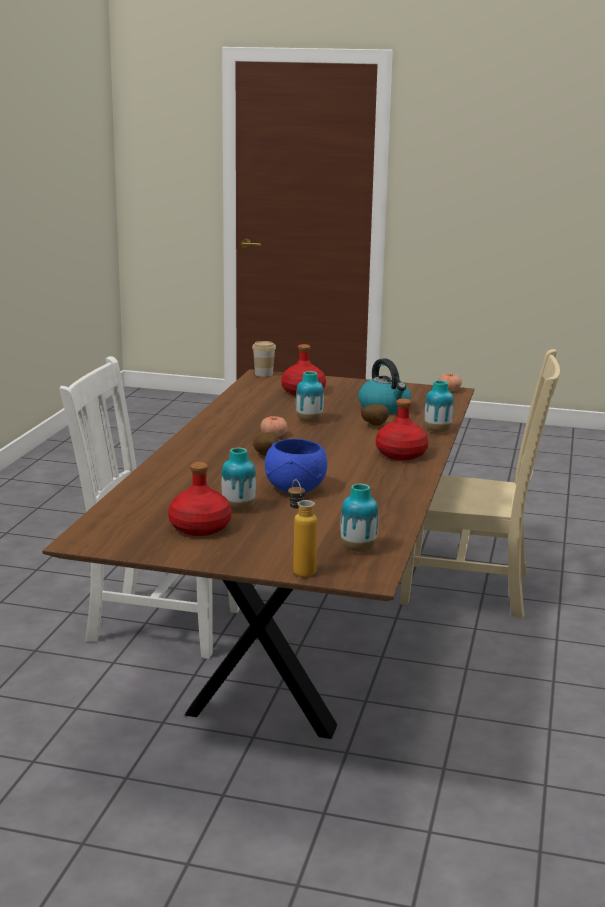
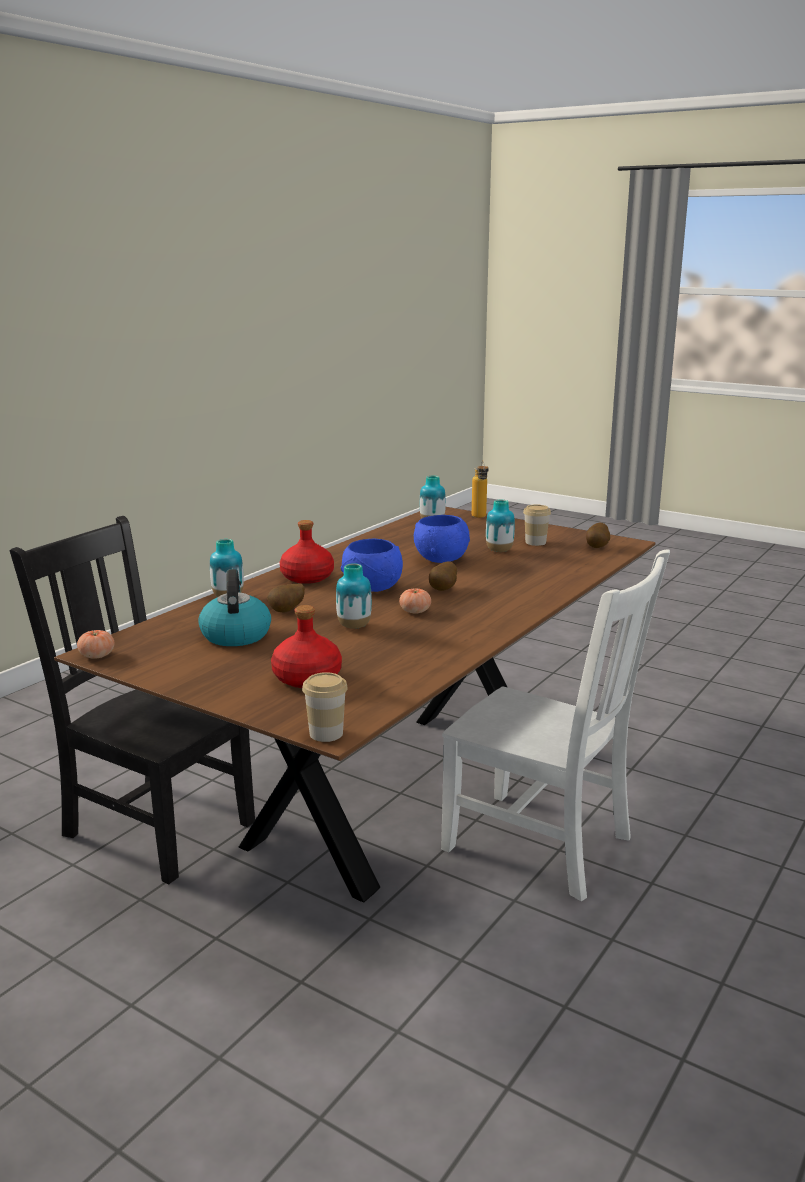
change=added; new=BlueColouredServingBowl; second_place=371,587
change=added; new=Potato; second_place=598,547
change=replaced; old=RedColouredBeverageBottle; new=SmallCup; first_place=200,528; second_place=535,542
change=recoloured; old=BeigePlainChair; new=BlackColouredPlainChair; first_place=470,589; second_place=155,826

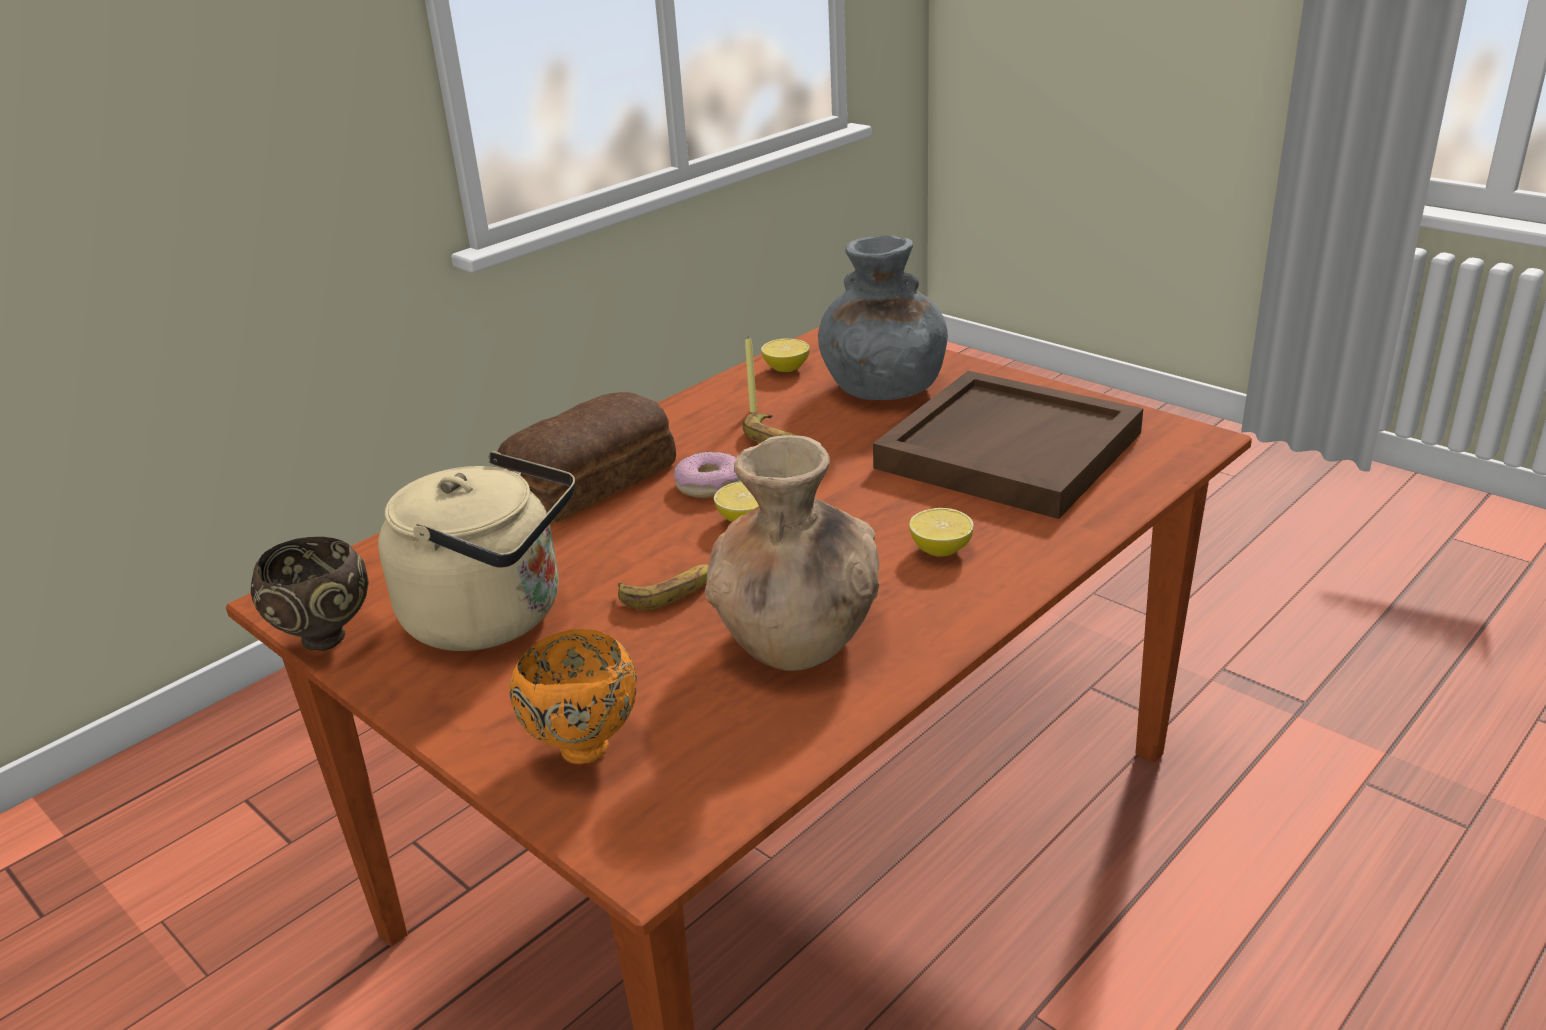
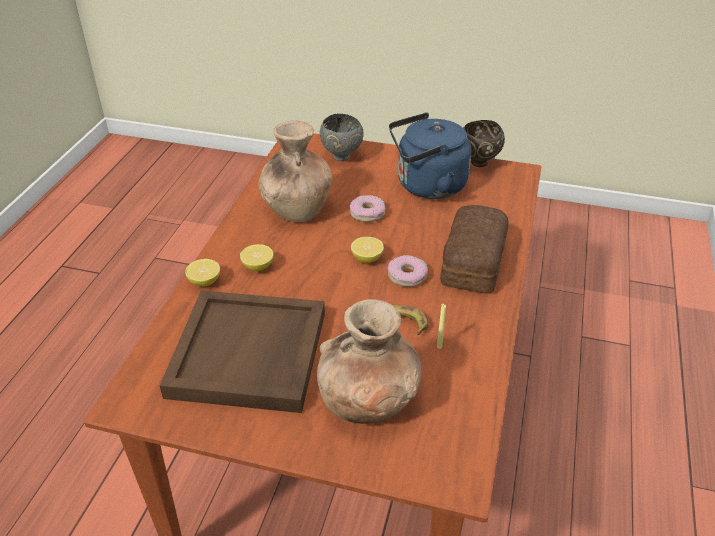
change=moved; old=WholeLemon; first_place=786,369; second_place=205,282
change=replaced; old=WholeBanana; new=Donut; first_place=669,592; second_place=367,213
change=recoloured; old=BeigeTeaKettle; new=BlueColouredTeaKettle; first_place=495,616; second_place=427,186
change=recoloured; old=OrangeServingBowl; new=GreyishServingBowl; first_place=584,746; second_place=342,157
change=recoloured; old=GreyishVase; new=BrownishVase; first_place=882,388; second_place=369,401

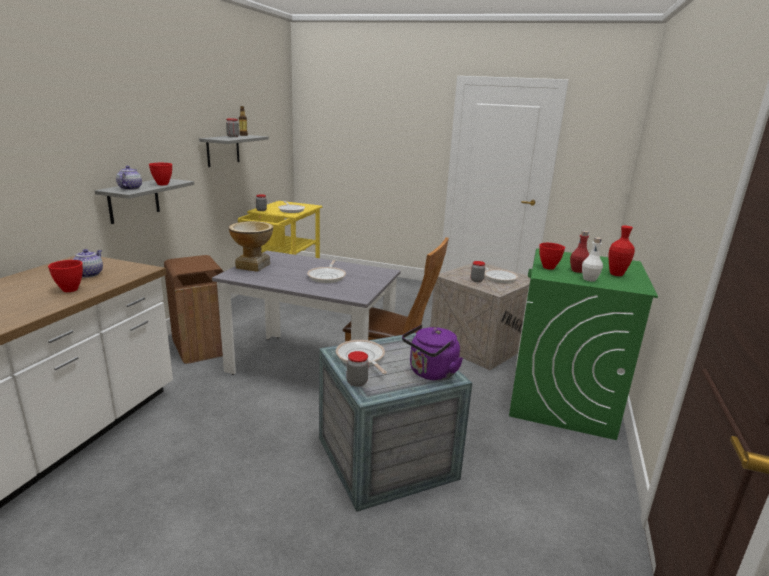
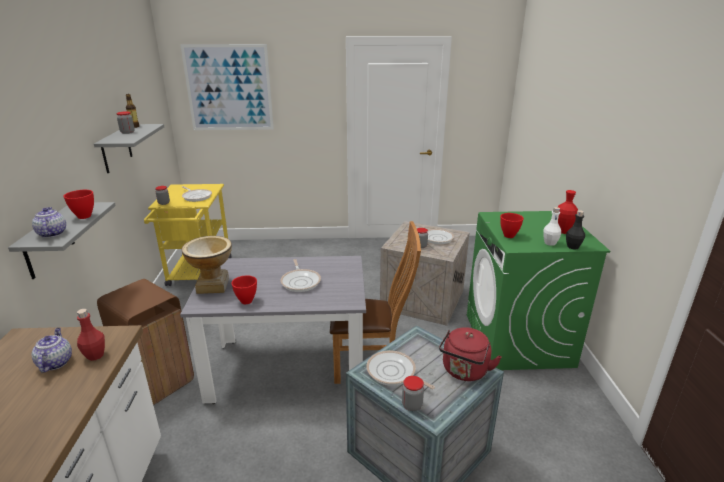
change=added; new=WallArt; second_place=229,88
change=added; new=BlackColouredBeverageBottle; second_place=572,247
change=moved; old=RedColouredServingBowl; first_place=69,290; second_place=246,301
change=moved; old=RedColouredBeverageBottle; first_place=577,270; second_place=95,355
change=recoloured; old=PurpleTeaKettle; new=RedColouredTeaKettle; first_place=431,373; second_place=464,372

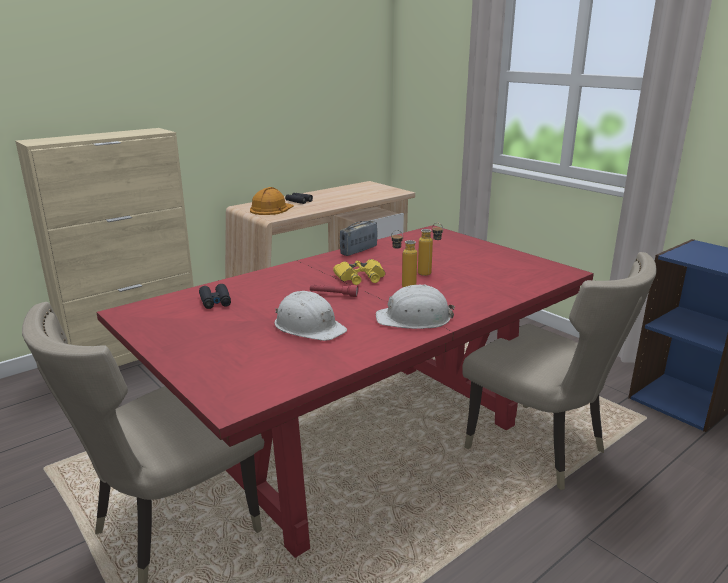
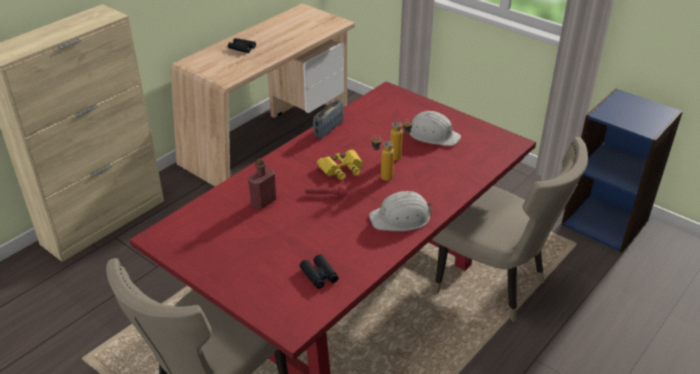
change=removed; old=OrangeWorkHelmet; first_place=271,209
change=added; new=RedColouredBeverageBottle; second_place=263,202
change=moved; old=BlackColouredBinoculars; first_place=215,301; second_place=319,275
change=moved; old=WhiteColouredWorkHelmet; first_place=309,326; second_place=433,135

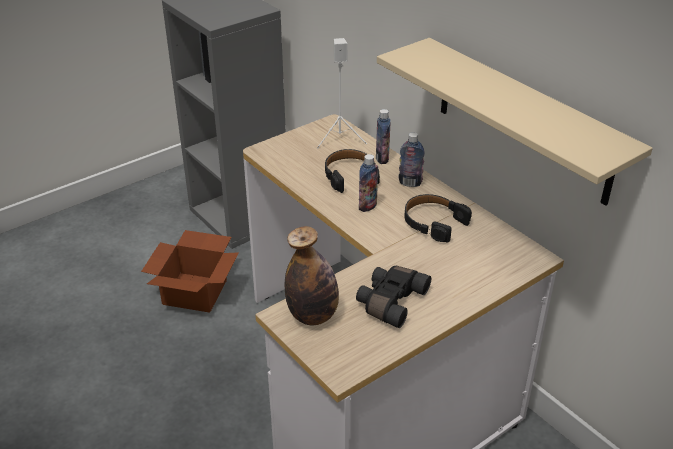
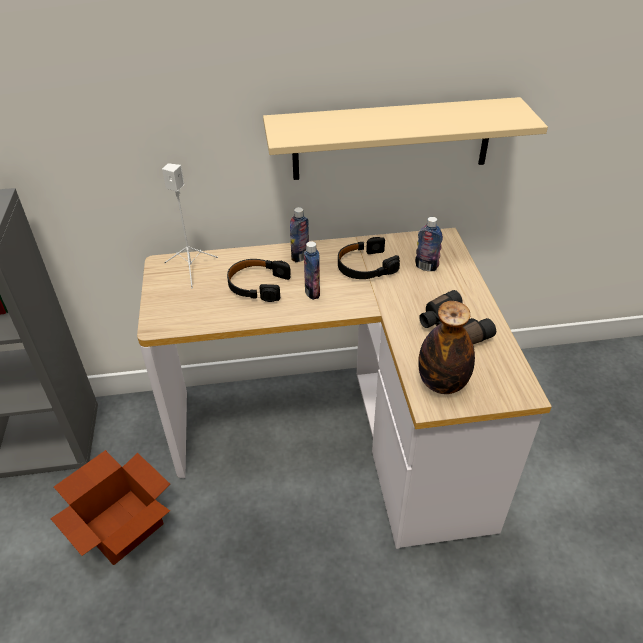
change=moved; old=BeverageBottle; first_place=382,158; second_place=426,267

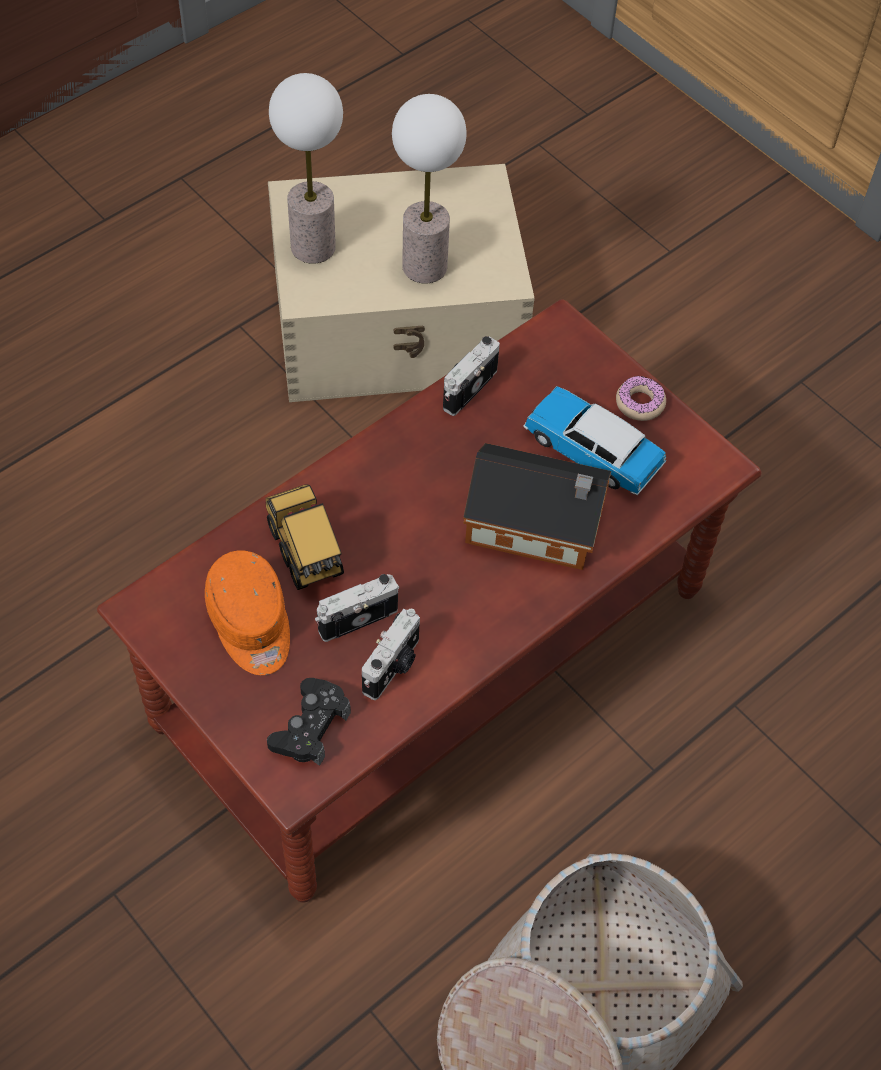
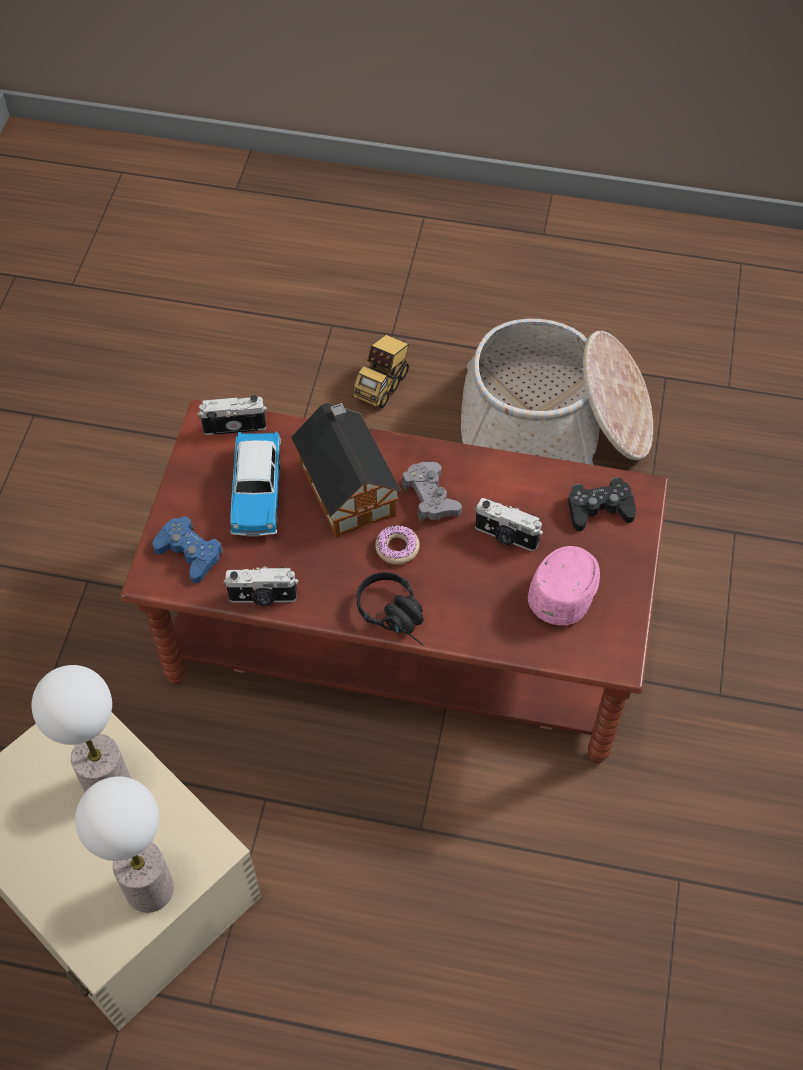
change=added; new=BlueColouredGameController; second_place=189,553
change=added; new=BlackColouredPairOfHeadphones; second_place=397,617
change=added; new=GreyishGameController; second_place=431,497
change=moved; old=ToyTruck; first_place=306,553; second_place=382,384
change=moved; old=StillCamera; first_place=393,666; second_place=234,425
change=moved; old=Donut; first_place=640,403; second_place=397,548
change=recoloured; old=OrangePeakedCap; new=PinkishPeakedCap; first_place=251,624; second_place=566,589

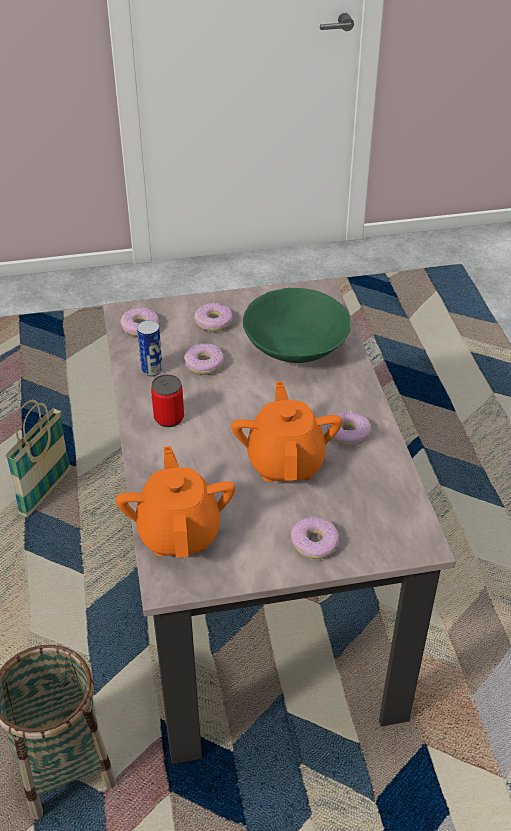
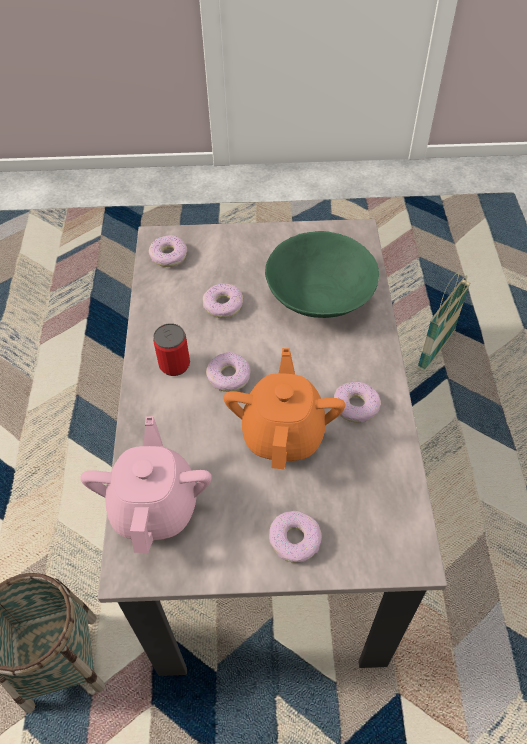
change=removed; old=SealedCan; first_place=152,370
change=moved; old=StorageBasket; first_place=46,492; second_place=435,350
change=moved; old=Donut; first_place=213,322; second_place=228,377
change=recoloured; old=OrangePotForTea; new=PinkishPotForTea; first_place=179,532; second_place=155,506

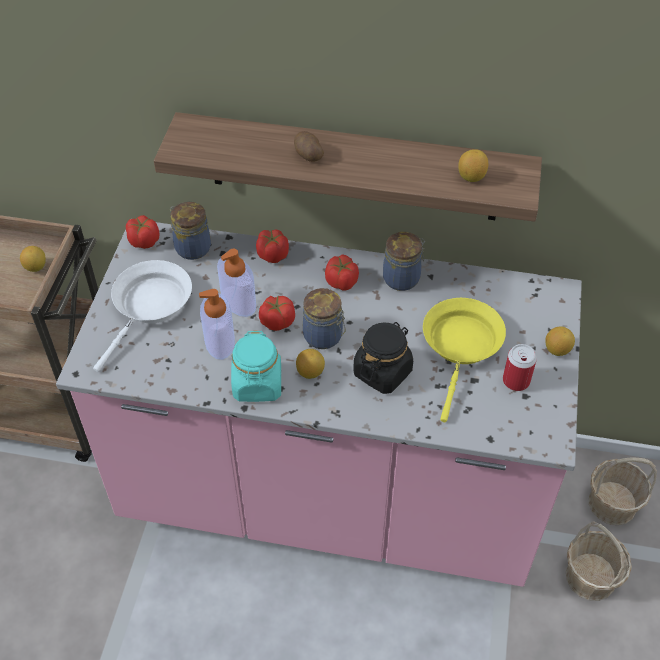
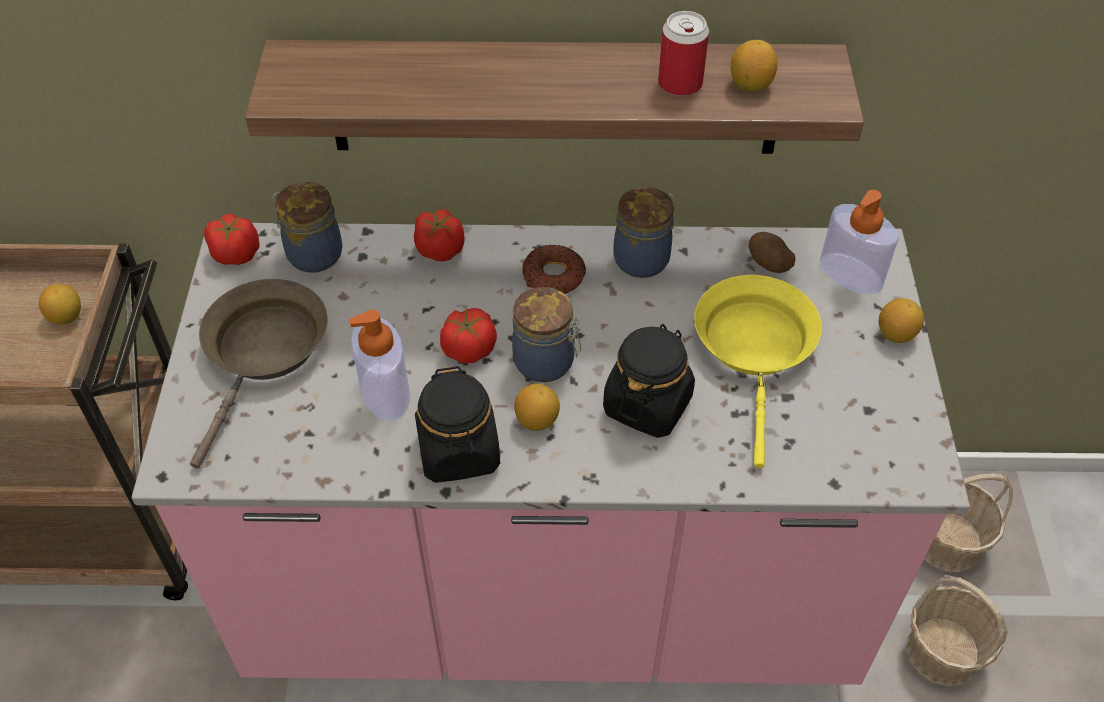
change=moved; old=LiquidSoapBottle; first_place=238,301; second_place=851,273
change=moved; old=Potato; first_place=308,155; second_place=768,263
change=moved; old=SealedCan; first_place=516,381; second_place=680,84
change=replaced; old=WholeTomato; new=Donut; first_place=341,282; second_place=553,276
change=recoloured; old=WhiteColouredFryingPan; new=BrownishFryingPan; first_place=150,306; second_place=264,353
change=recoloured; old=TurquoiseColouredPreserveJar; new=BlackColouredPreserveJar; first_place=257,384; second_place=459,451

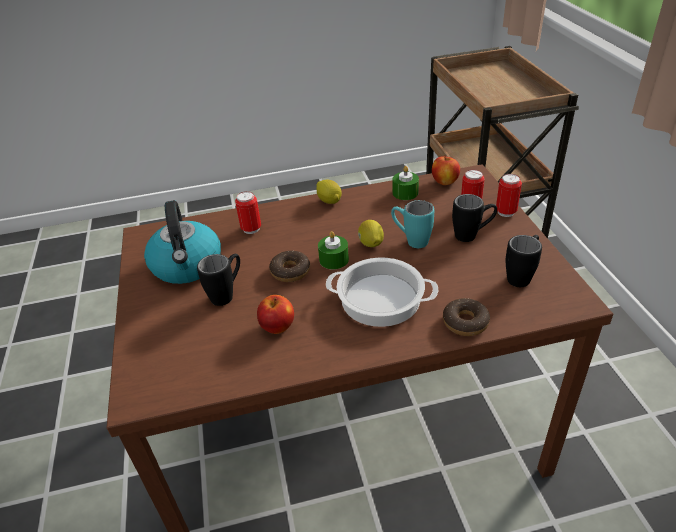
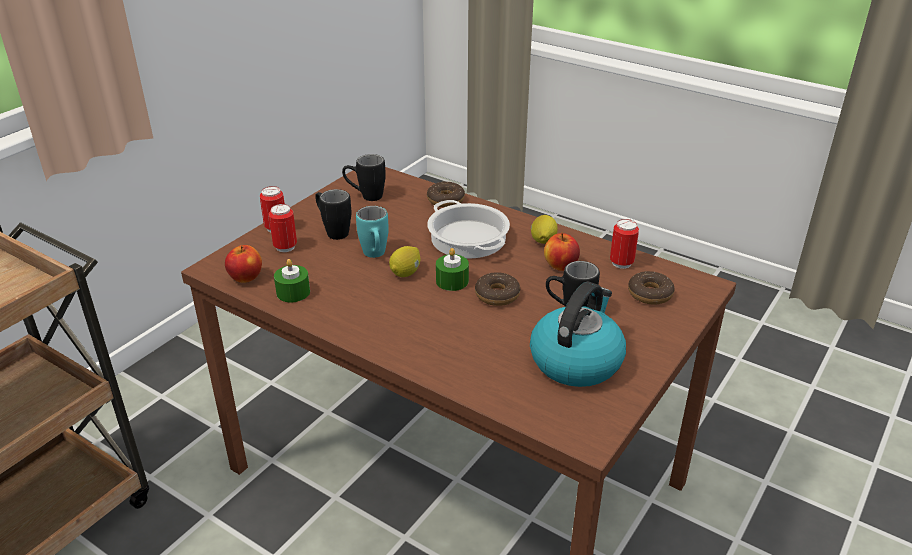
change=added; new=Donut; second_place=650,294
change=moved; old=SealedCan; first_place=251,229; second_place=621,263
change=moved; old=WholeLemon; first_place=329,201; second_place=543,241

